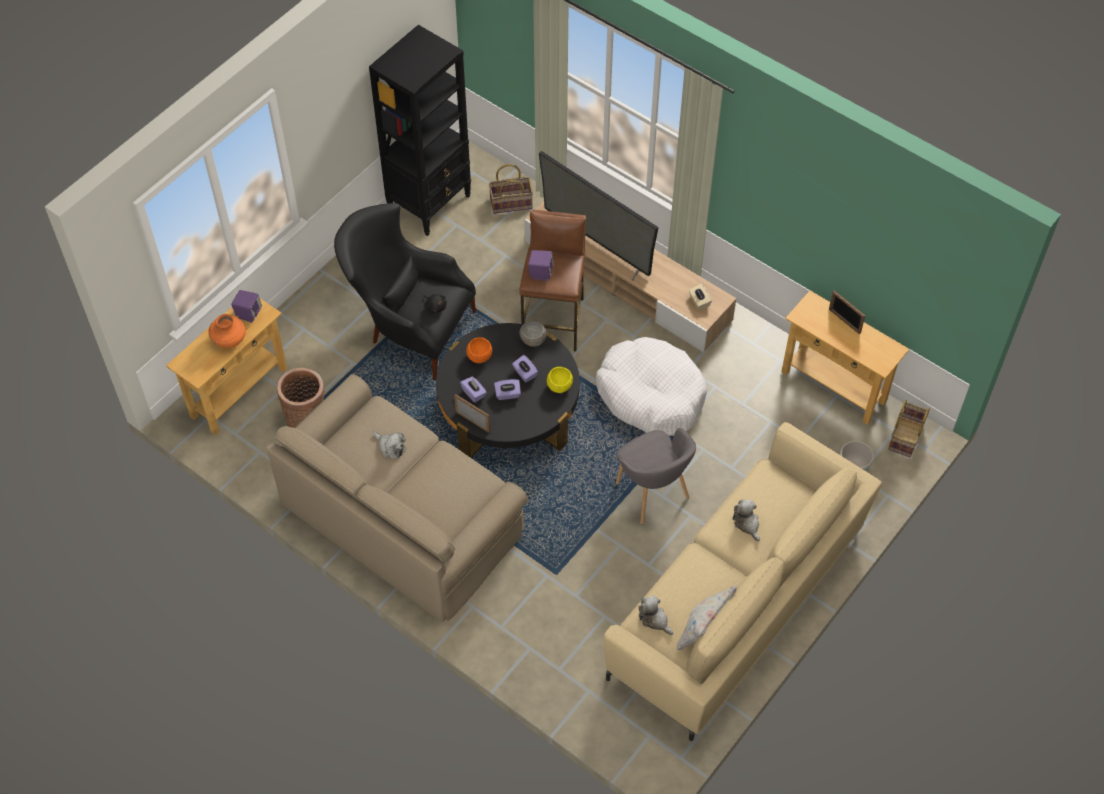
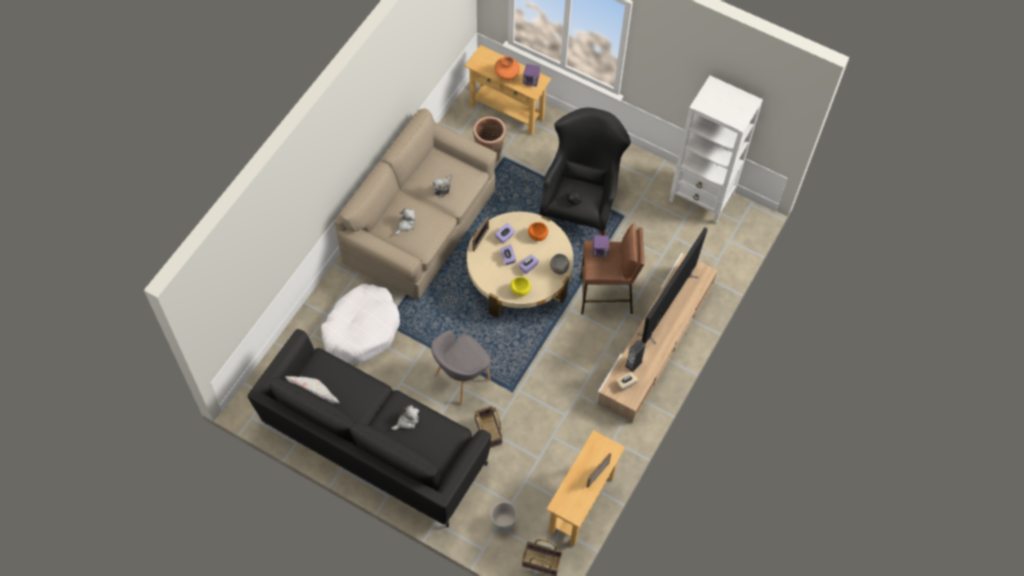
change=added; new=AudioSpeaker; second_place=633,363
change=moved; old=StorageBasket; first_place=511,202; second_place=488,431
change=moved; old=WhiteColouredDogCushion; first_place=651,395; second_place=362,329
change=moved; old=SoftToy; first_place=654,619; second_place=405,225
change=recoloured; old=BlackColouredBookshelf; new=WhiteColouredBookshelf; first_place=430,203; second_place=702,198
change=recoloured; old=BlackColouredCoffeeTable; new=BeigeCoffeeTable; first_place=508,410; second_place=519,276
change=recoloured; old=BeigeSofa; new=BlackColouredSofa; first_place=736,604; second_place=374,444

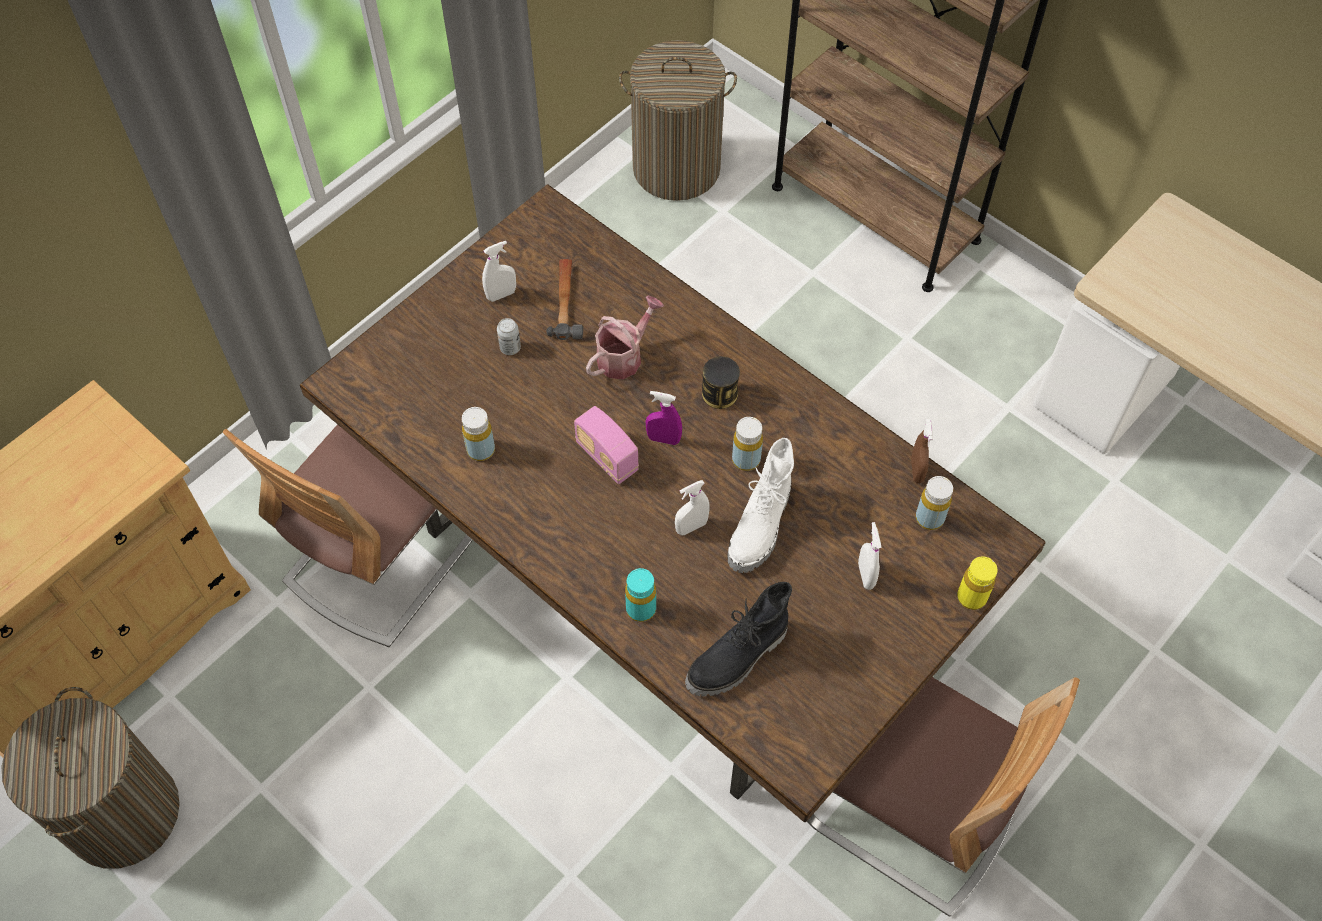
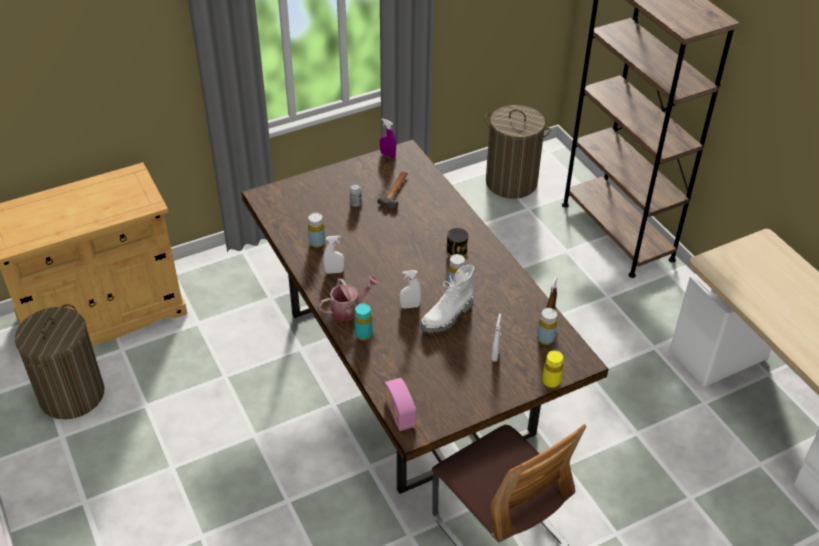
change=removed; old=PlainChair; first_place=382,557
change=removed; old=BlackColouredTallBoot; first_place=738,659
change=moved; old=WhiteColouredSprayBottle; first_place=501,295; second_place=334,271
change=moved; old=Radio; first_place=607,457; second_place=399,413
change=moved; old=SprinklingCan; first_place=624,356; second_place=349,309
change=moved; old=PurpleSprayBottle; first_place=663,439; second_place=387,155

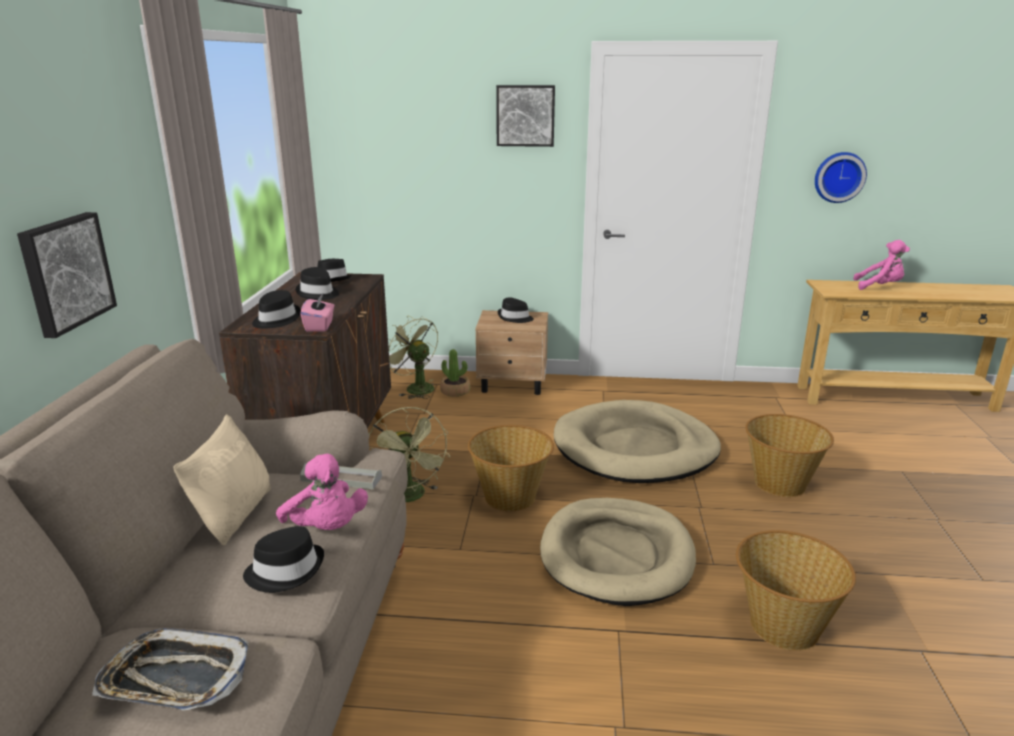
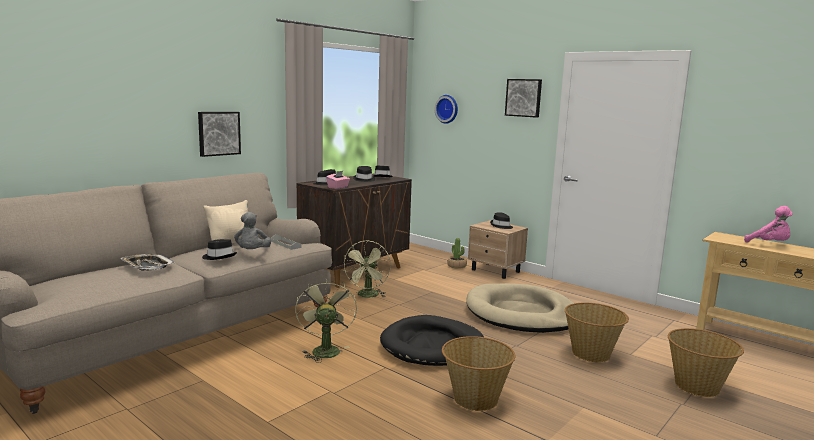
change=moved; old=GreenCoolingFan; first_place=415,388; second_place=324,349
change=moved; old=StorageBasket; first_place=510,496; second_place=697,386
change=moved; old=HangingClock; first_place=839,177; second_place=447,109
change=recoloured; old=PinkishSoftToy; new=GreyishSoftToy; first_place=326,528; second_place=252,252
change=recoloured; old=BeigeDogCushion; new=BlackColouredDogCushion; first_place=616,555; second_place=432,345

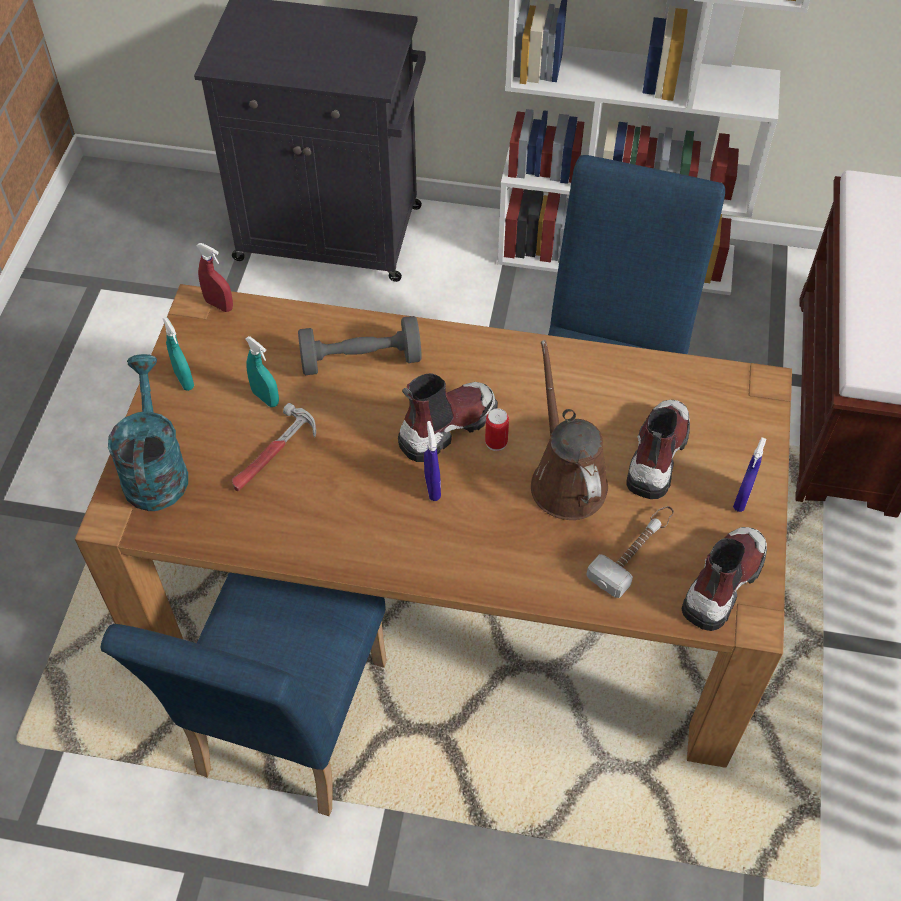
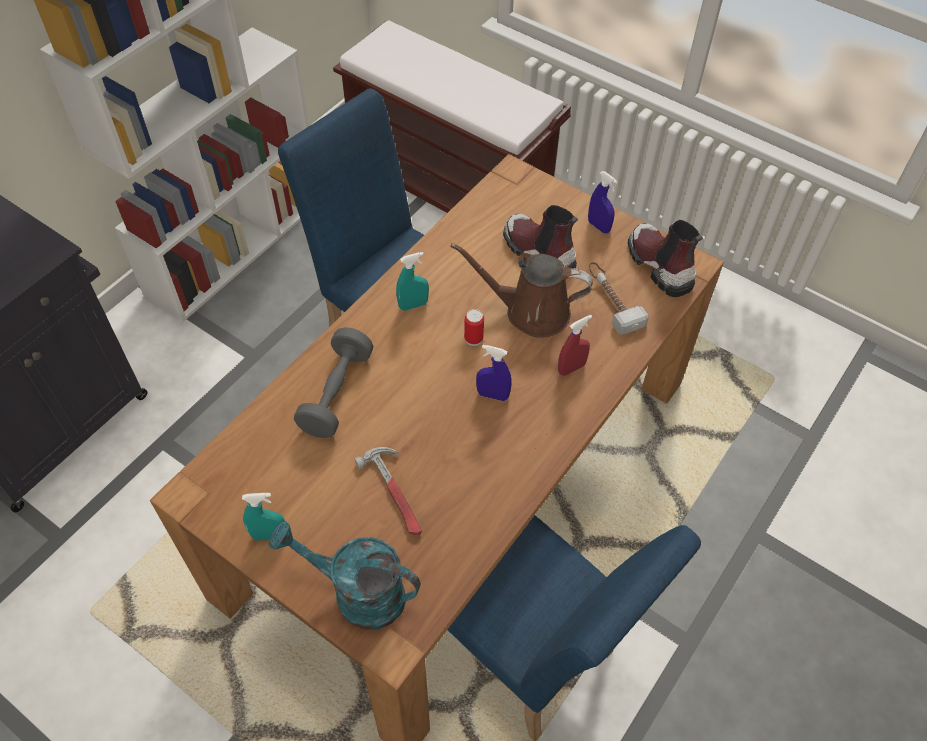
change=removed; old=TallBoot; first_place=446,426
change=moved; old=RedColouredSprayBottle; first_place=219,305; second_place=571,368
change=moved; old=TurquoiseColouredSprayBottle; first_place=265,398; second_place=413,305

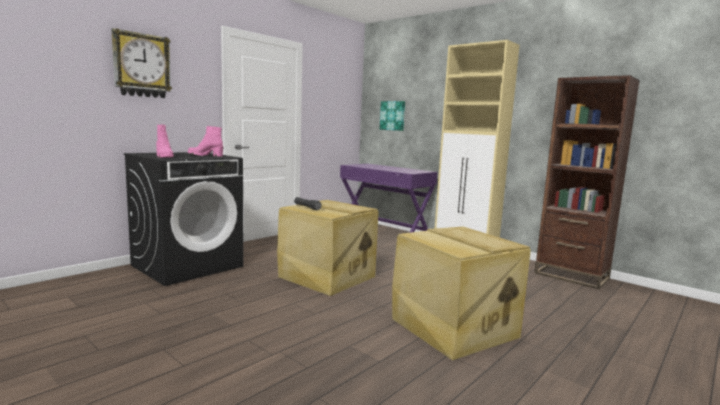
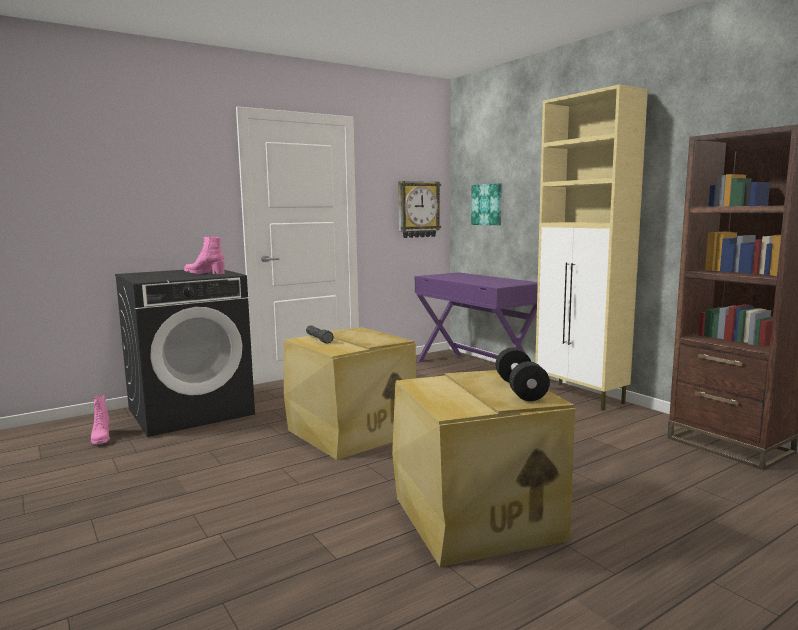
change=added; new=BlackColouredFreeWeight; second_place=520,389
change=moved; old=HangingClock; first_place=141,65; second_place=418,209
change=moved; old=PinkishTallBoot; first_place=164,157; second_place=101,438

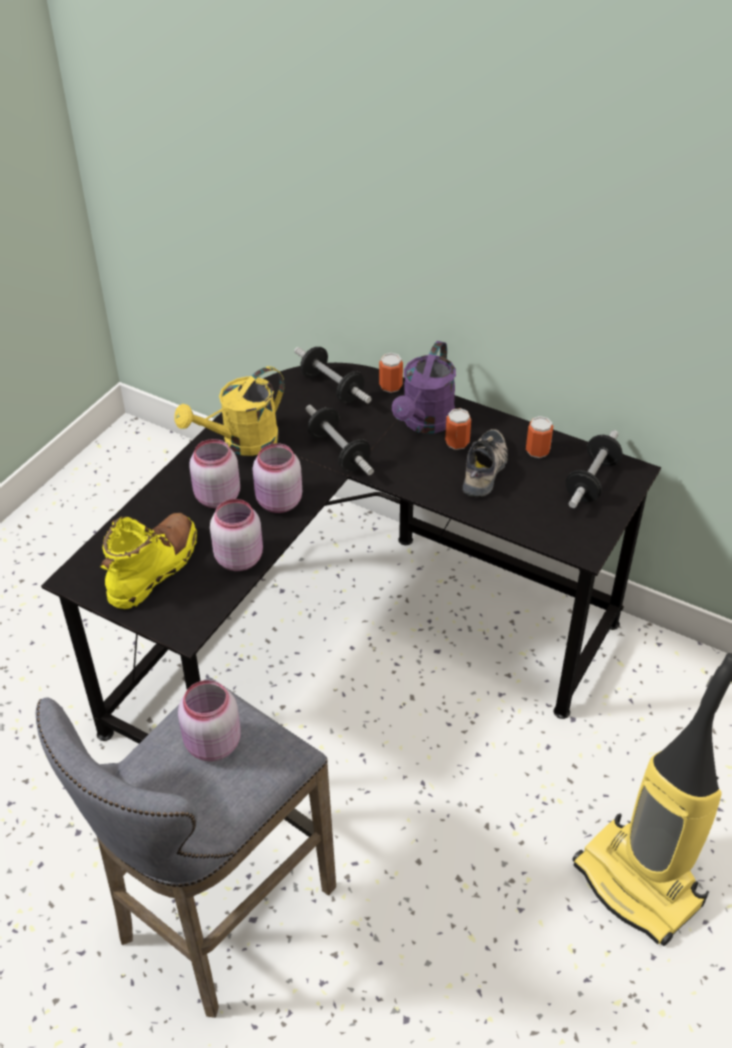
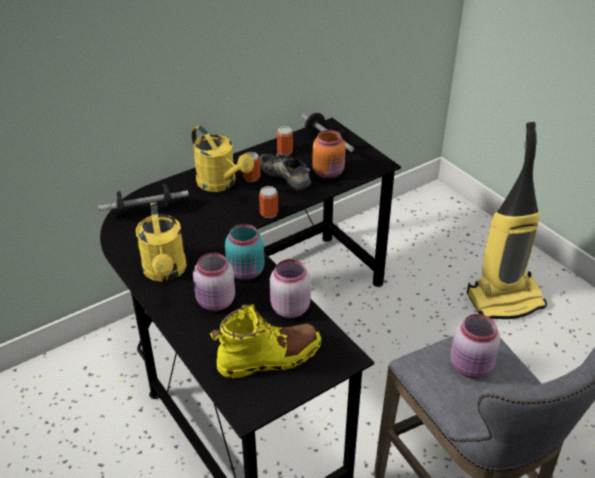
change=removed; old=FreeWeight; first_place=339,452
change=added; new=OrangePreserveJar; second_place=329,172
change=moved; old=SealedCan; first_place=390,386; second_place=269,213
change=recoloured; old=PinkishPreserveJar; new=TurquoiseColouredPreserveJar; first_place=278,503; second_place=246,272
change=recoloured; old=PurpleSprinklingCan; new=YellowishSprinklingCan; first_place=425,423; second_place=221,184
change=turned; old=YellowishTallBoot; first_place=154,569; second_place=269,358; degrees=105

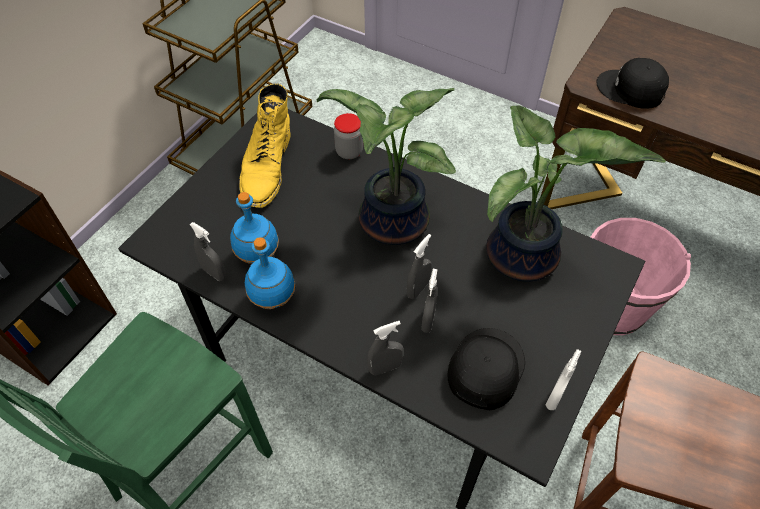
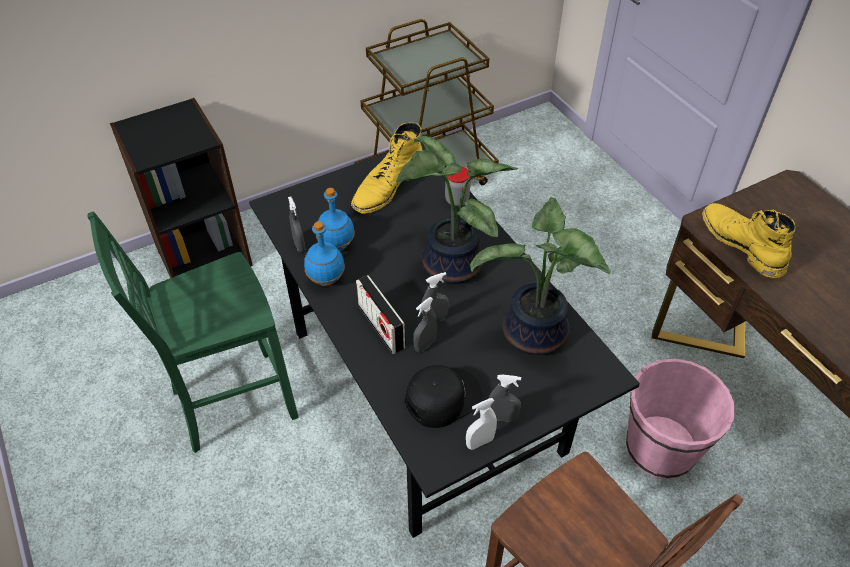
change=added; new=Radio; second_place=381,327
change=moved; old=GreyishSprayBottle; first_place=385,368; second_place=502,417
change=replaced; old=BlackColouredPeakedCap; new=YellowishTallBoot; first_place=631,90; second_place=741,244

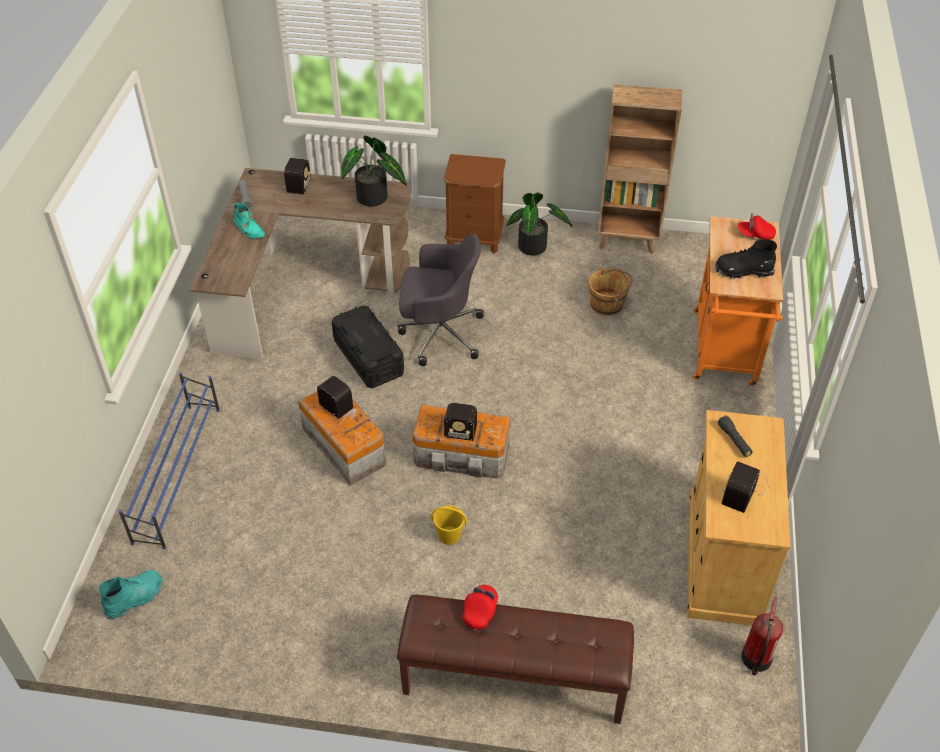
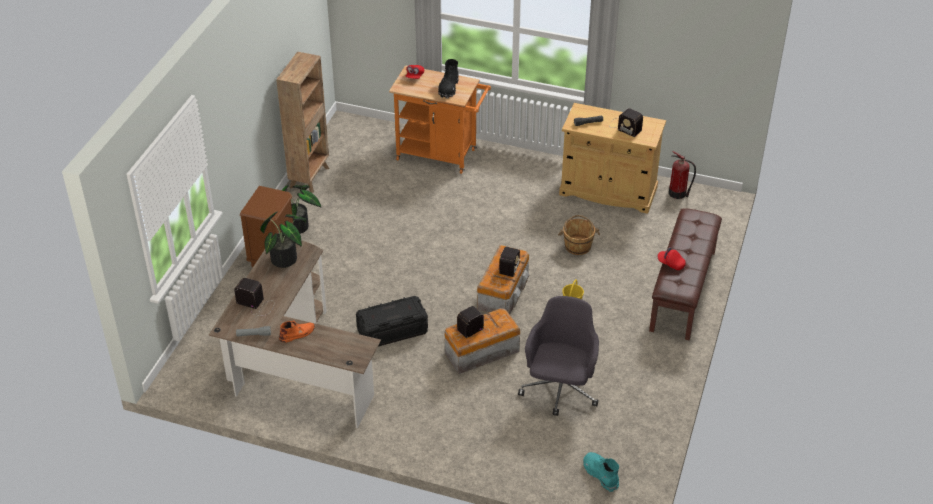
change=removed; old=BlueColouredShoeShelf; first_place=178,473
change=moved; old=GreyishDeskChair; first_place=439,333; second_place=560,390
change=moved; old=BrownishPail; first_place=607,304; second_place=577,246
change=recoloured; old=TurquoiseColouredTallBoot; new=OrangeTallBoot; first_place=249,229; second_place=297,334

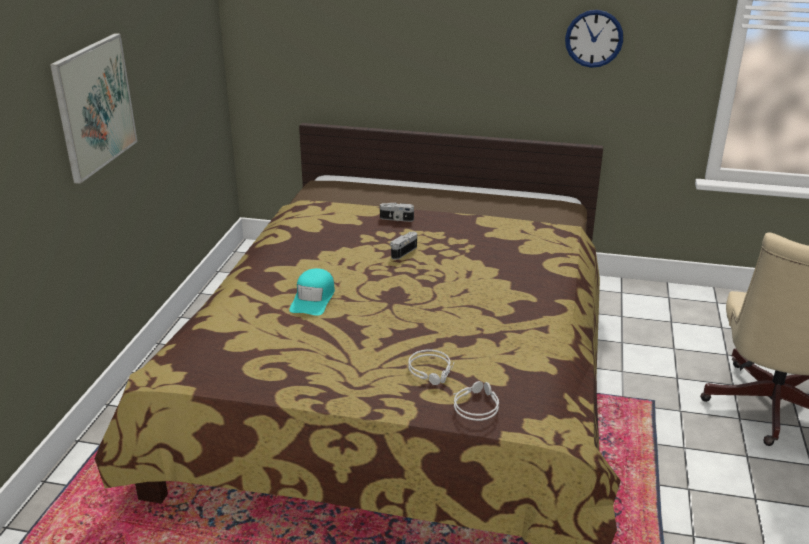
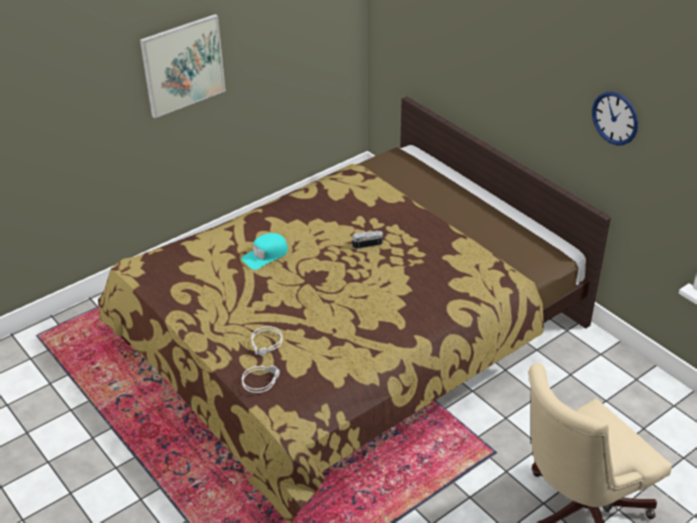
change=removed; old=StillCamera; first_place=396,219

